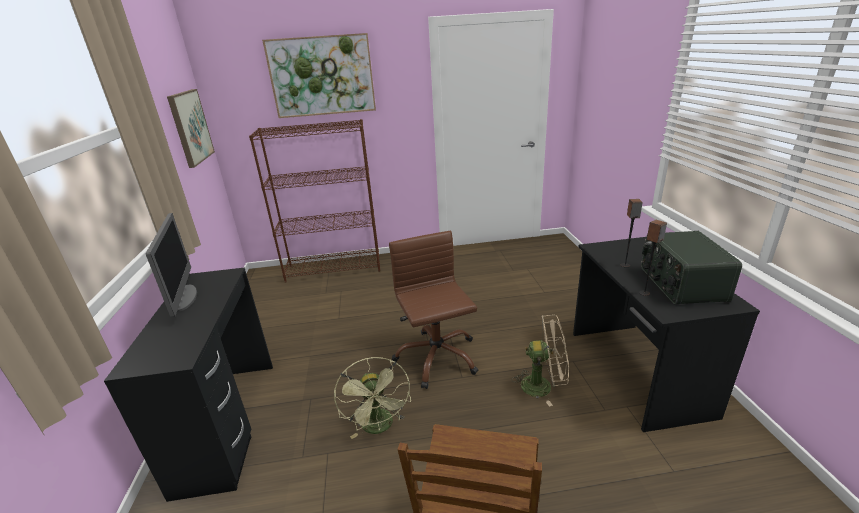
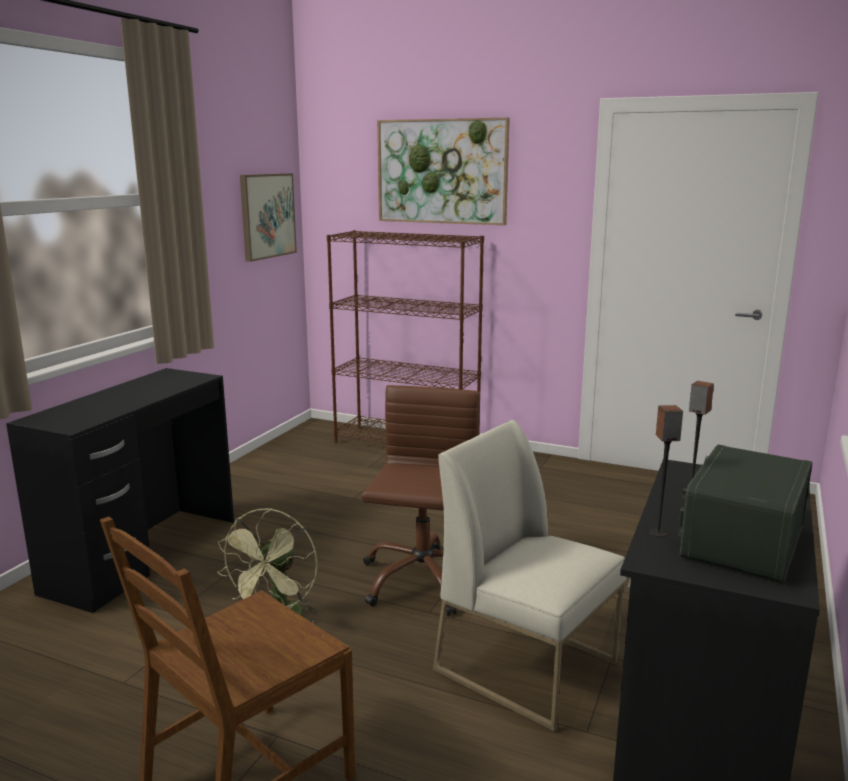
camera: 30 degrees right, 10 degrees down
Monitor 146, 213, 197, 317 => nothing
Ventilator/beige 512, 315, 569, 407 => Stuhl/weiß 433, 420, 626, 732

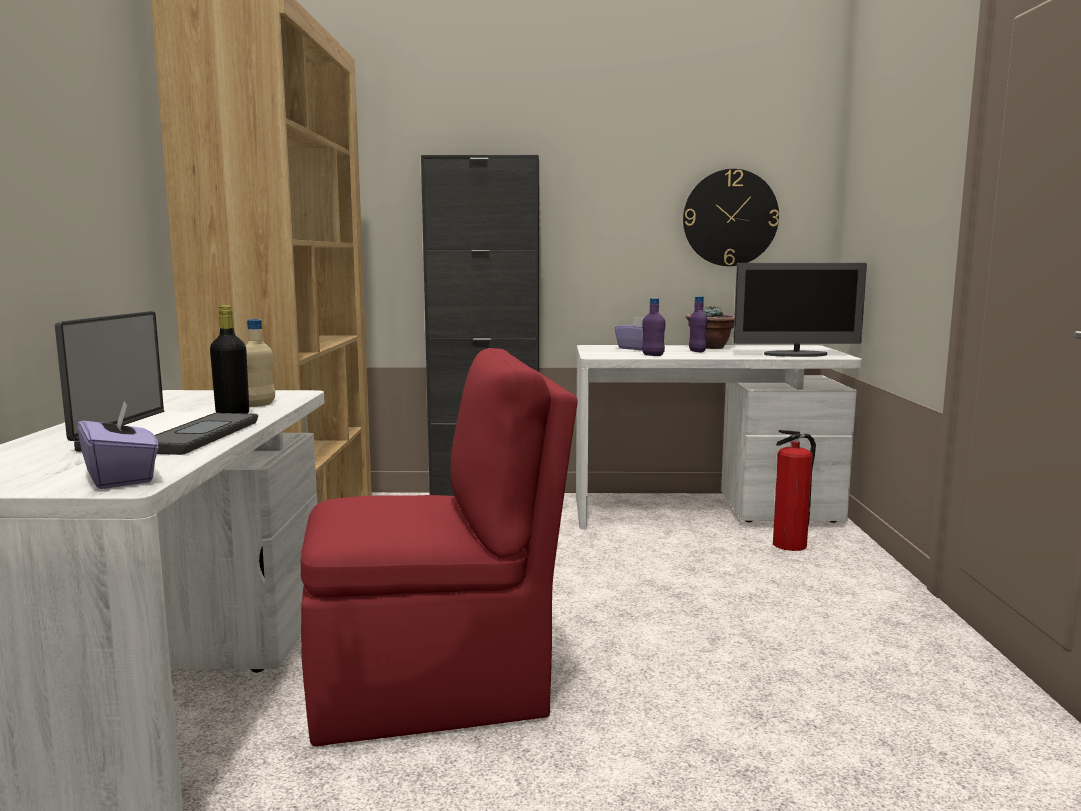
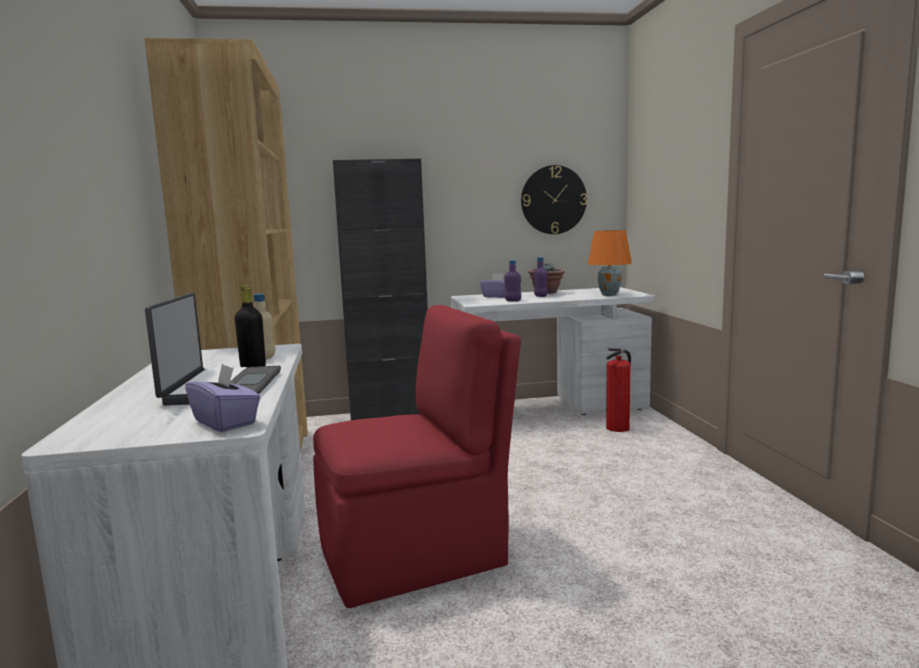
camera: 10 degrees left, 0 degrees up
Monitor 733, 263, 867, 357 => Tischlampe/orange 588, 230, 632, 296

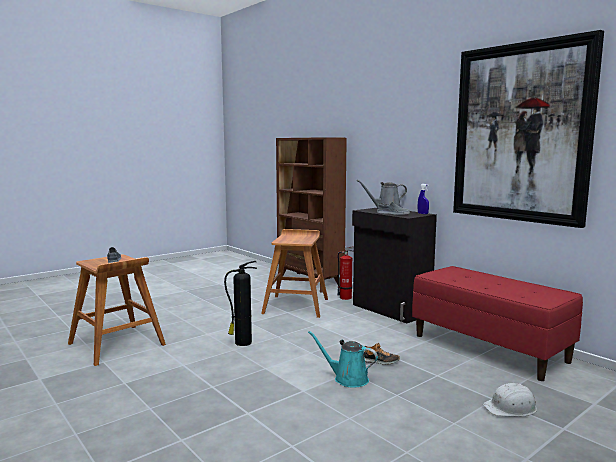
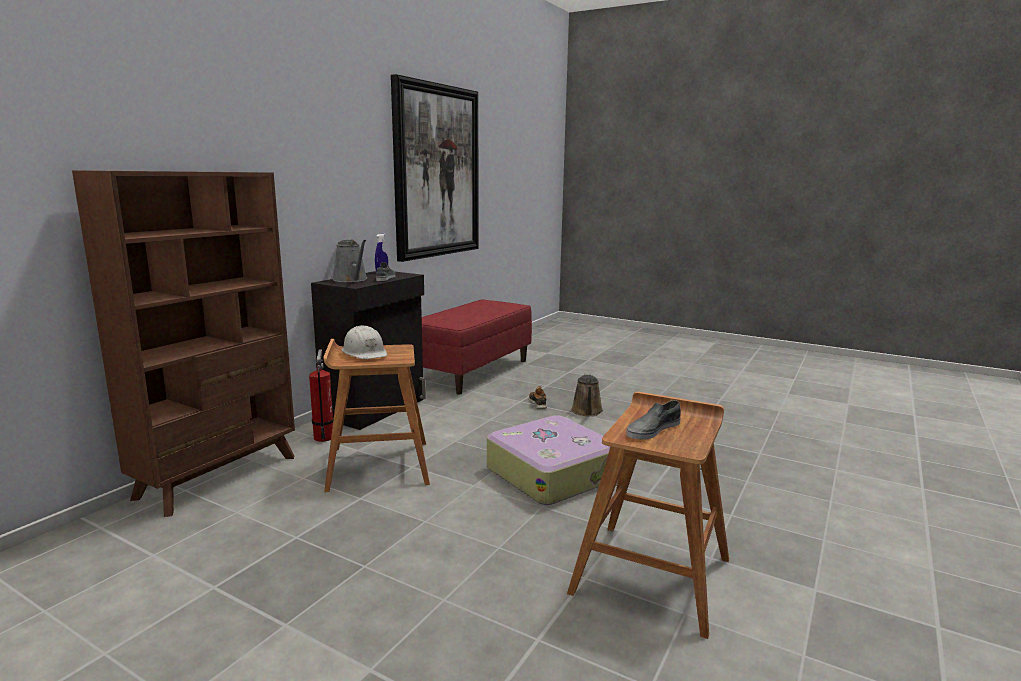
camera: 110 degrees left, 5 degrees up
Schutzhelm/weiß 483, 383, 537, 417 => Schutzhelm/weiß 342, 325, 387, 359, move
Feuerlöscher 224, 261, 257, 346 => Koffer 487, 415, 610, 505
Gießkanne/türkis 308, 331, 378, 388 => Gießkanne/braun 571, 373, 603, 416

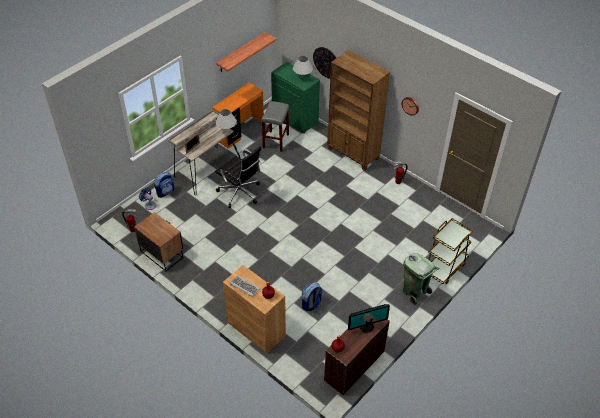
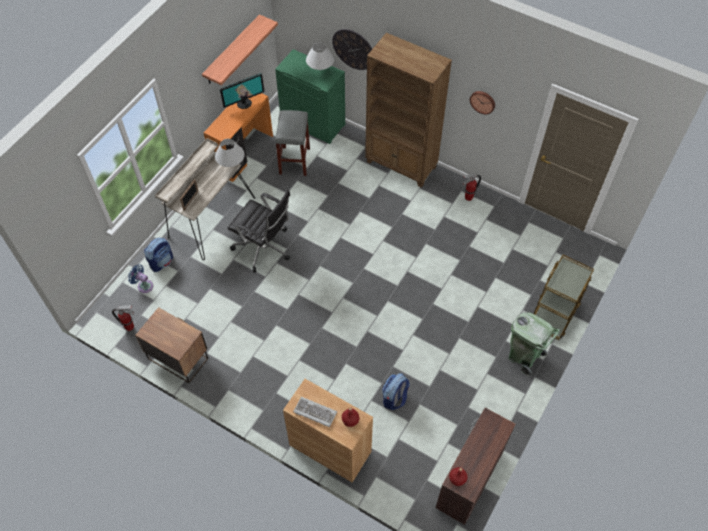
camera: 10 degrees left, 10 degrees up
Monitor 348, 304, 390, 333 => Monitor 220, 73, 265, 109, move

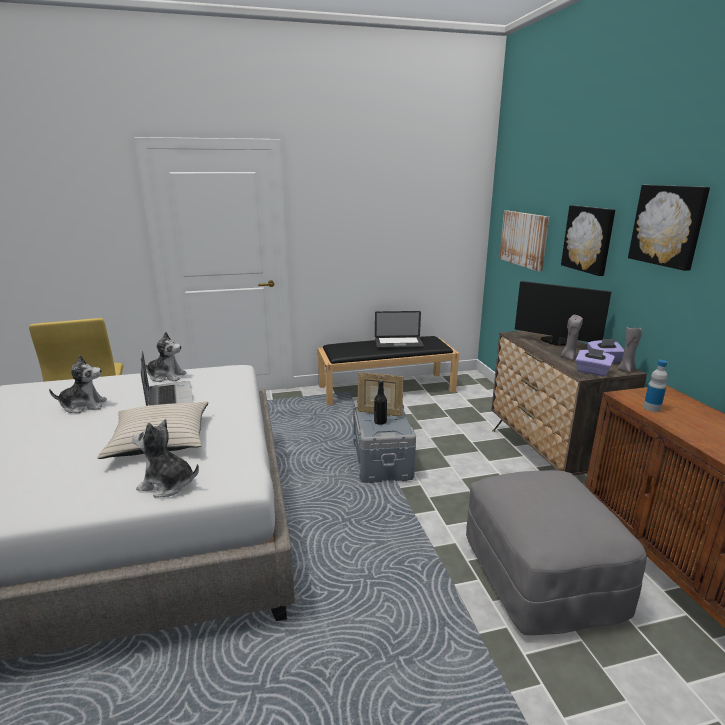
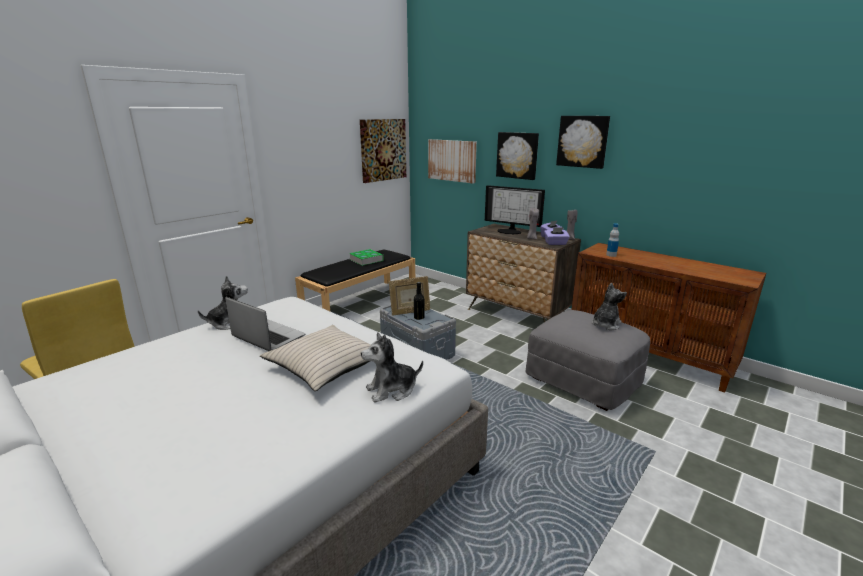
camera: 35 degrees left, 0 degrees up
nothing => Bild 360, 119, 406, 183
Plüschtier 49, 355, 107, 413 => Plüschtier 591, 283, 627, 330, move
Laptop 375, 311, 424, 349 => Buch 349, 249, 384, 266
Monitor 515, 281, 611, 346 => Monitor 485, 185, 545, 234, 150 degrees counterclockwise

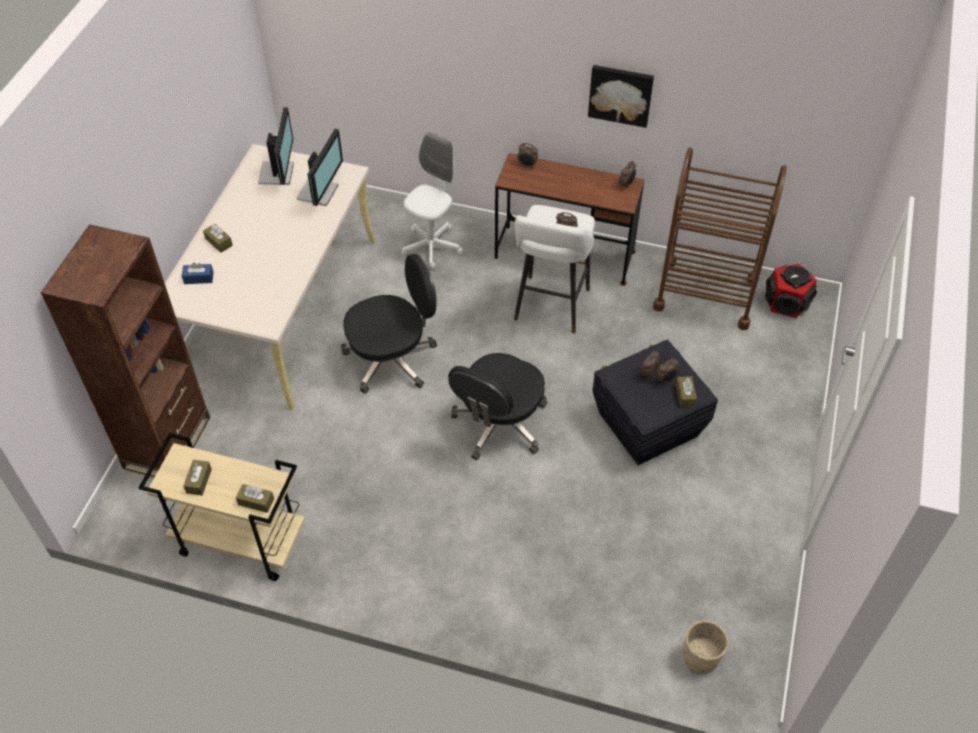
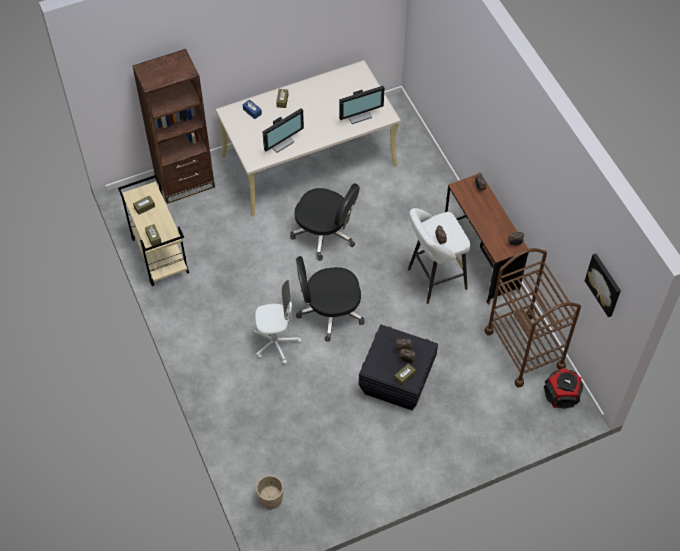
camera: 50 degrees right, 5 degrees up
Monitor 258, 107, 294, 185 => Monitor 262, 108, 304, 153, move
Bürostuhl/weiß 402, 132, 463, 269 => Bürostuhl/weiß 254, 280, 302, 364, move
Bild 588, 65, 654, 128 => Bild 585, 254, 621, 317, move

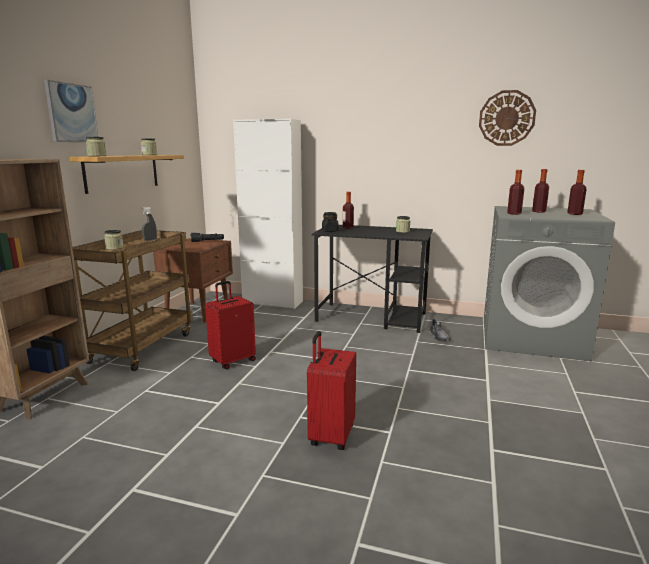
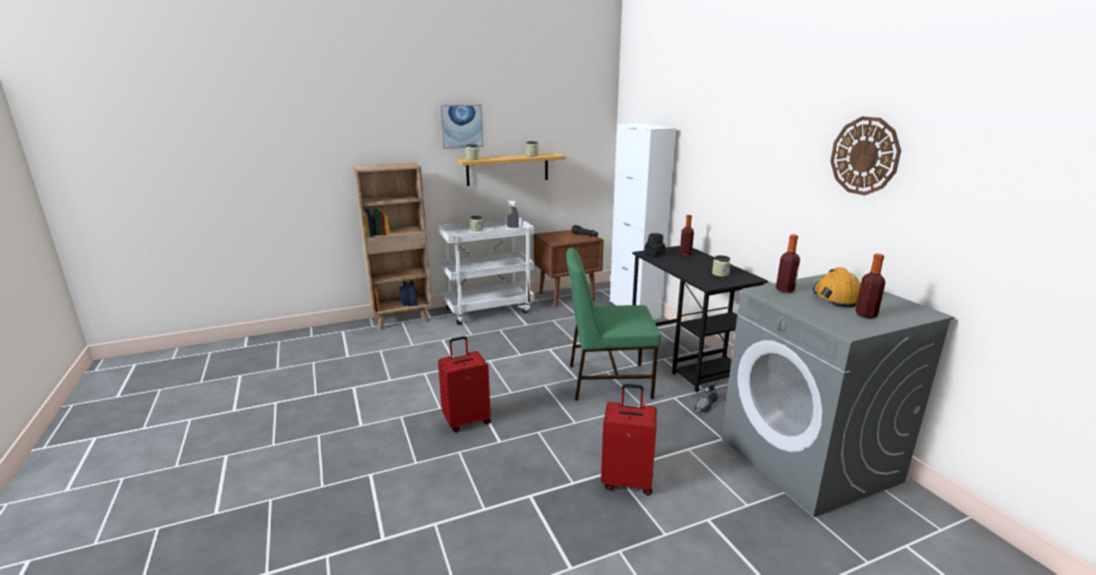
camera: 50 degrees right, 5 degrees up
nothing => Stuhl/grün 566, 248, 661, 401
Koffer/rot 205, 281, 256, 369 => Koffer/rot 601, 384, 657, 495, move
Flasche 532, 169, 549, 213 => Schutzhelm/orange 813, 267, 861, 307
Rollwagen/braun 72, 230, 193, 371 => Rollwagen/weiß 438, 217, 535, 325

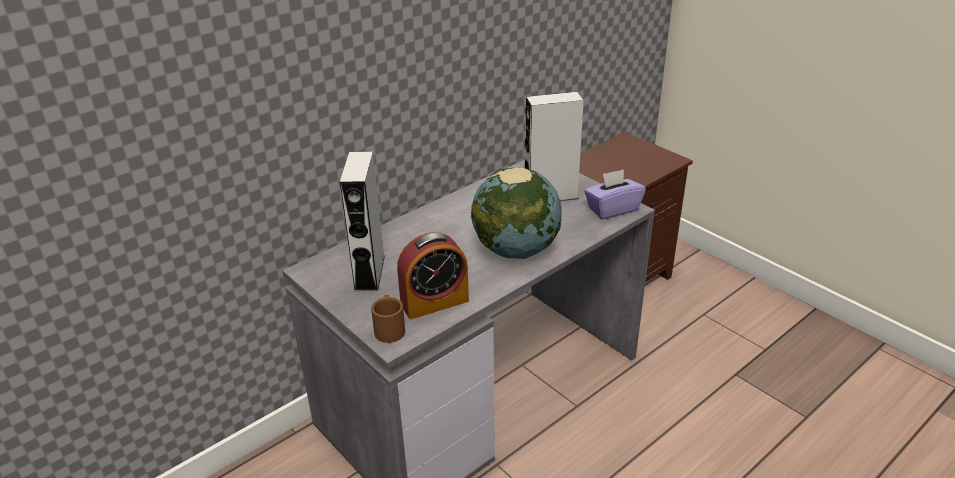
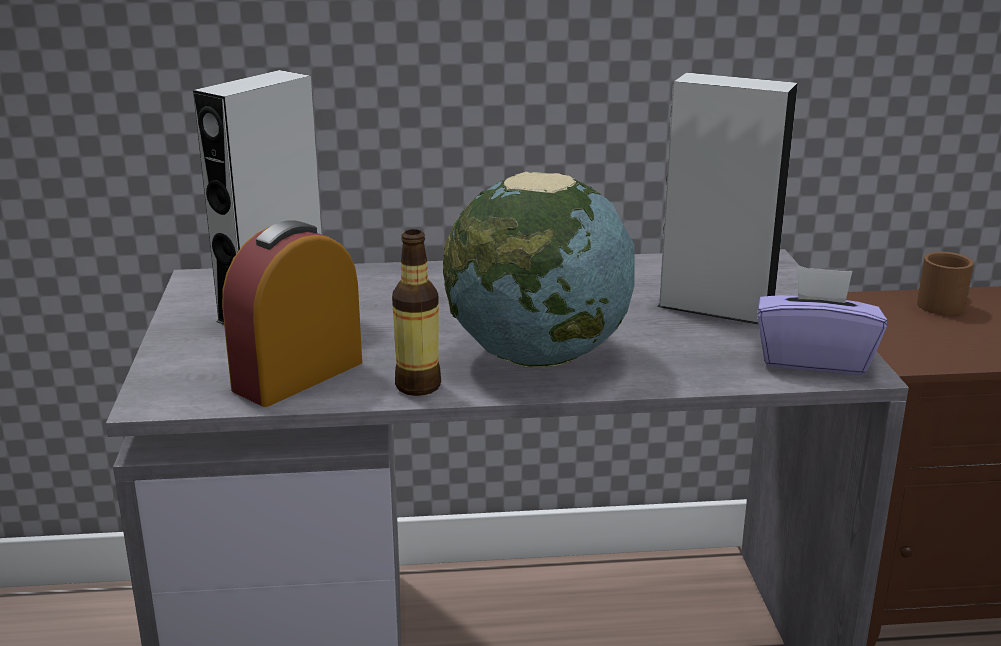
camera: 35 degrees right, 10 degrees down
nothing => Flasche 392, 229, 441, 396
Henkelbecher/braun 371, 295, 405, 343 => Henkelbecher/braun 917, 252, 974, 315, move
Wecker 397, 232, 469, 319 => Wecker 222, 220, 362, 407, 120 degrees clockwise

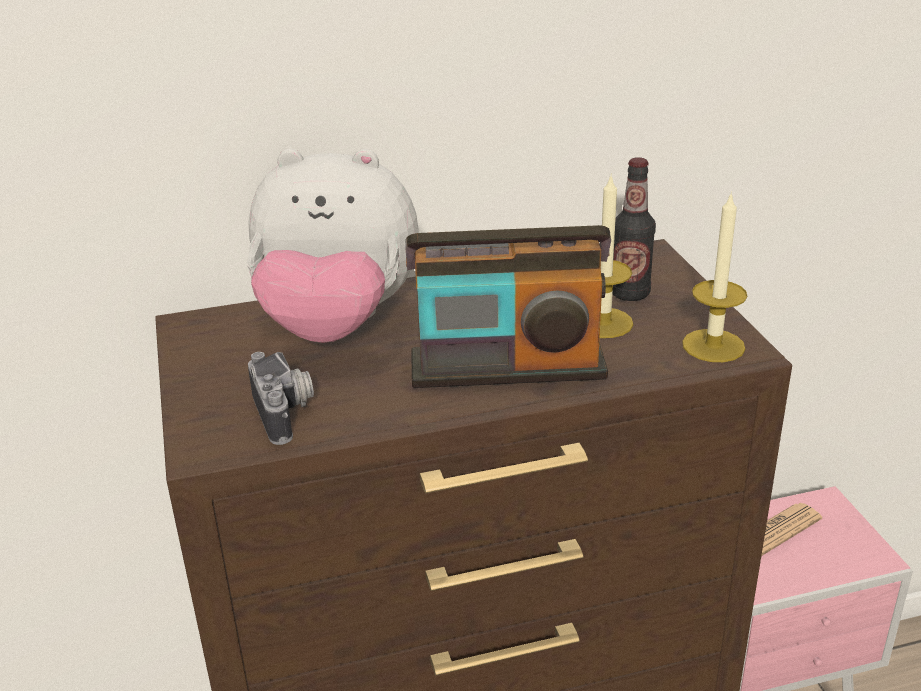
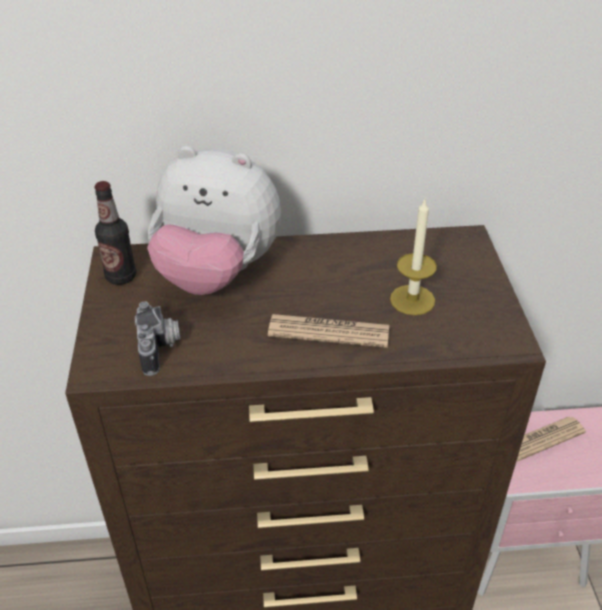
camera: 10 degrees right, 10 degrees up
Kerze 682, 192, 747, 362 => nothing
Flasche 613, 157, 656, 301 => Flasche 95, 181, 136, 285, move
Radio 405, 225, 611, 388 => Zeitung 268, 314, 389, 348

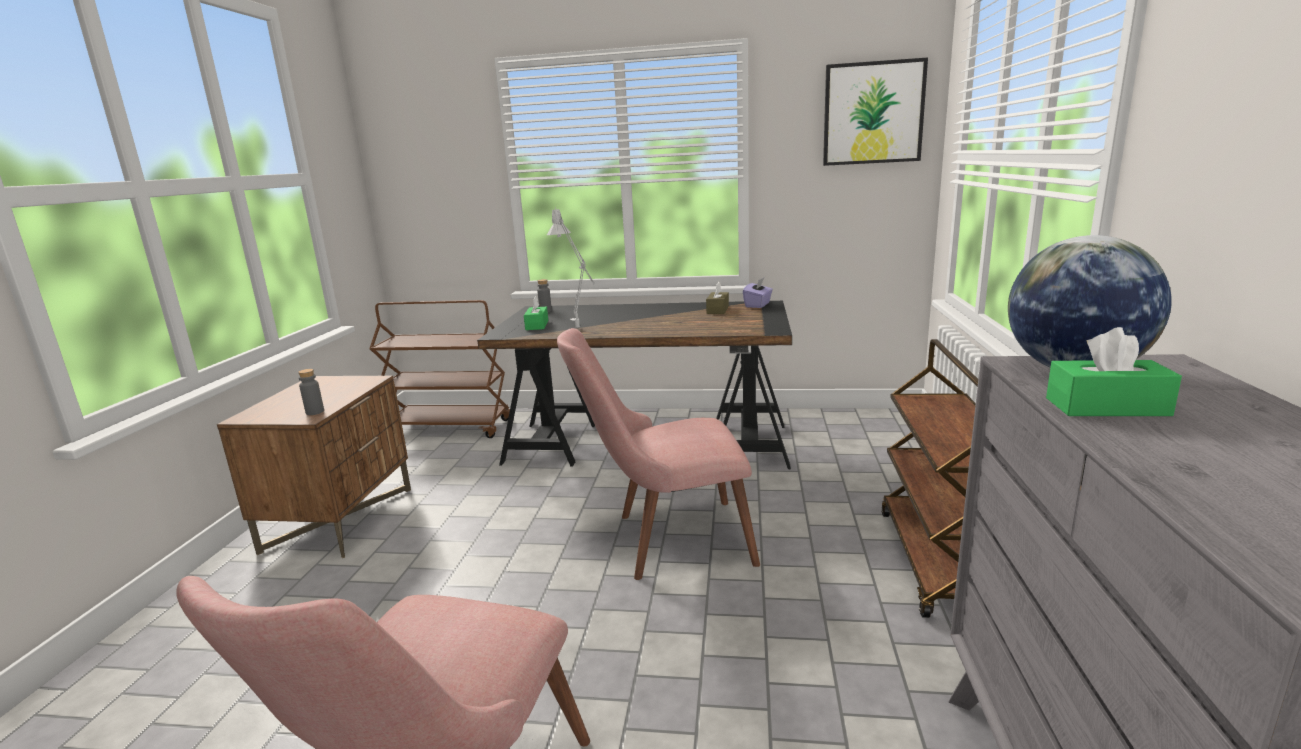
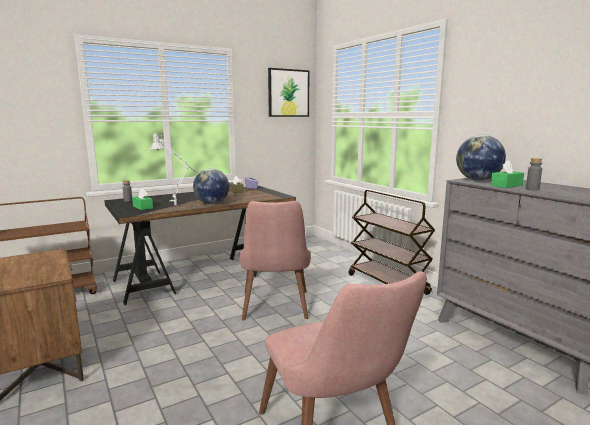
camera: 40 degrees left, 5 degrees down
nothing => Globus 193, 168, 229, 204
Flasche/grau 298, 369, 324, 415 => Flasche/grau 526, 158, 542, 190, move
Stuhl/rosa 557, 328, 760, 580 => Stuhl/rosa 239, 201, 311, 320, 45 degrees counterclockwise

